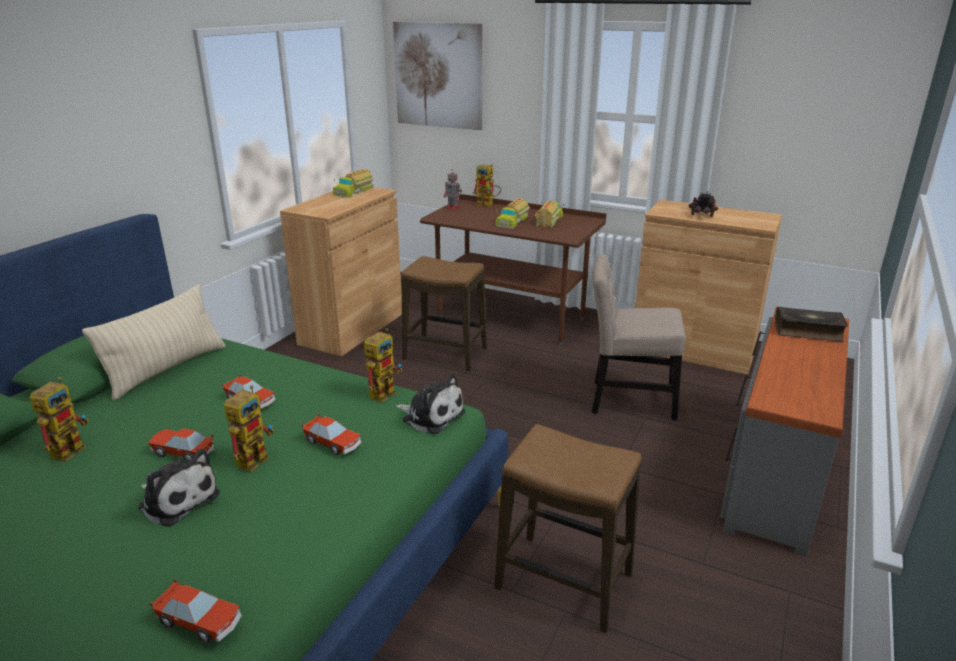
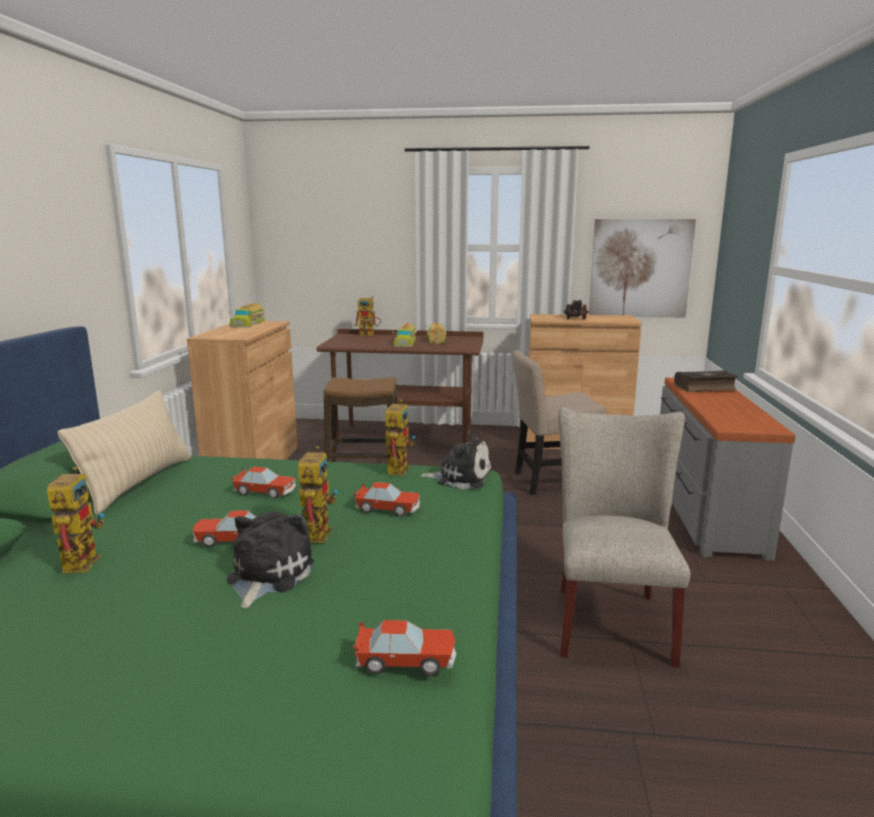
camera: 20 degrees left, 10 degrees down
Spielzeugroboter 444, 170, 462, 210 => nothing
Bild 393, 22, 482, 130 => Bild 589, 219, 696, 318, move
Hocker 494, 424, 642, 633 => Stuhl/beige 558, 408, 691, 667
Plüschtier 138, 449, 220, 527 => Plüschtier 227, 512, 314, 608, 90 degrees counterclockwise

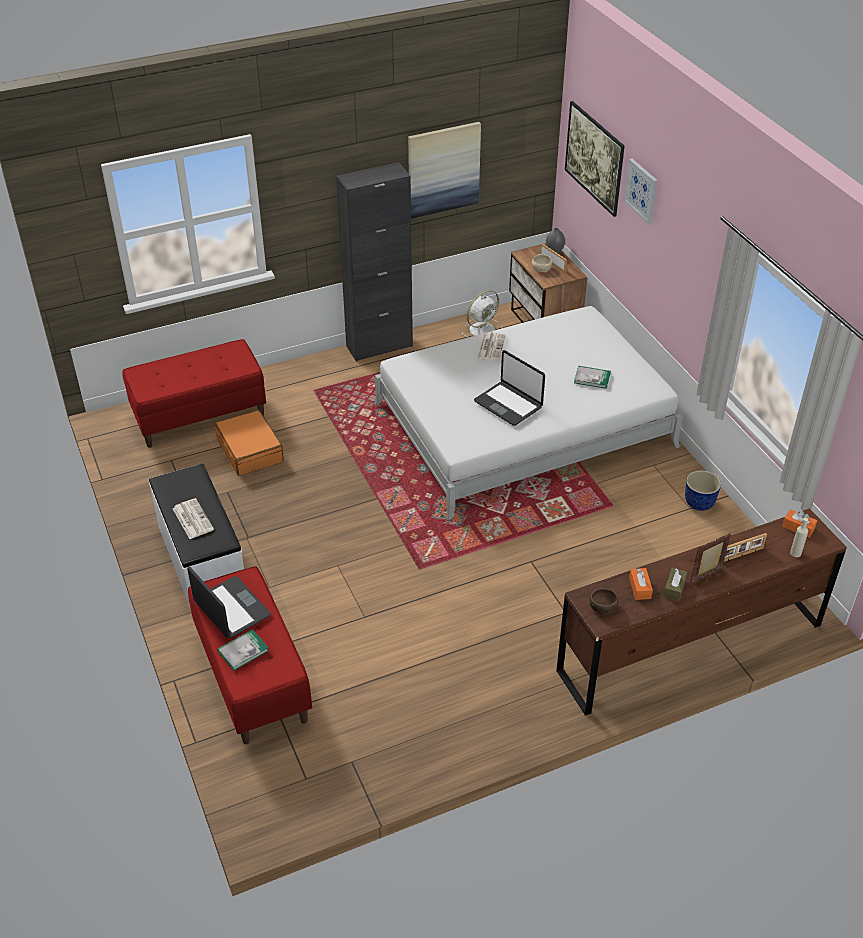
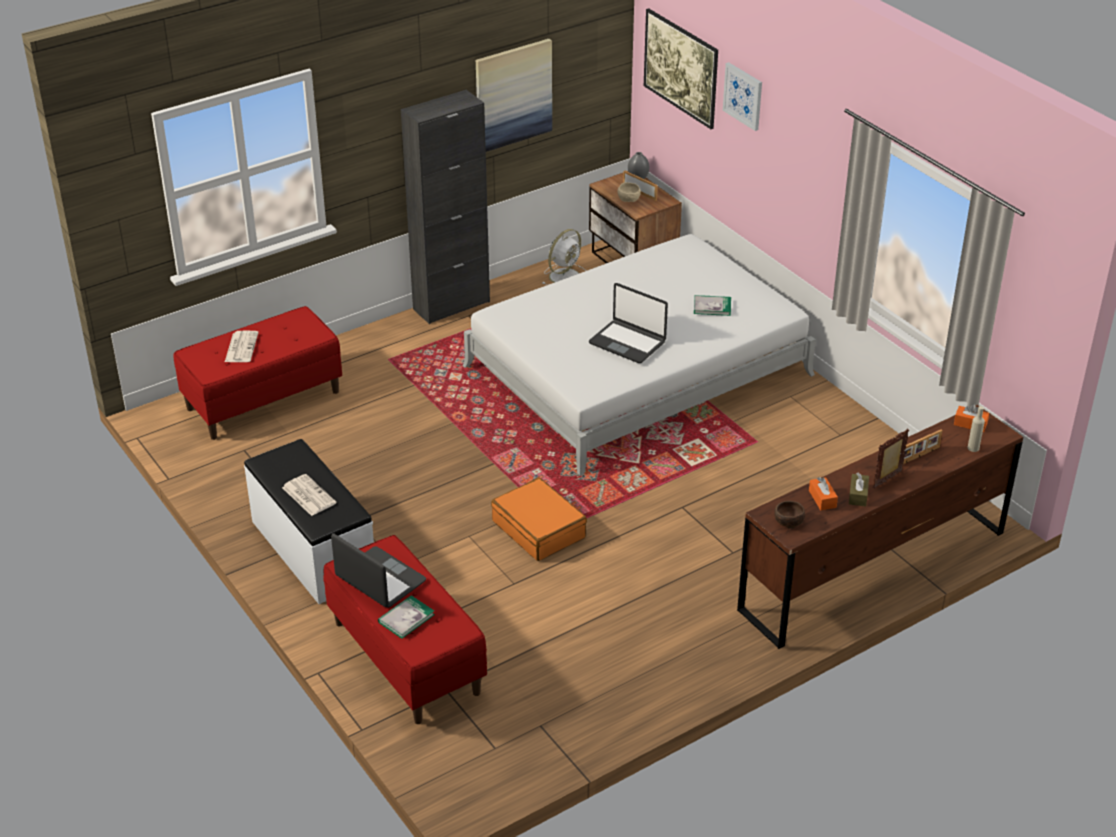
camera: 10 degrees left, 5 degrees down
Pflanzkübel 685, 470, 721, 511 => nothing
Koffer/orange 214, 410, 284, 476 => Koffer/orange 491, 478, 587, 561, move
Zeitung 477, 332, 506, 361 => Zeitung 225, 330, 259, 362, move

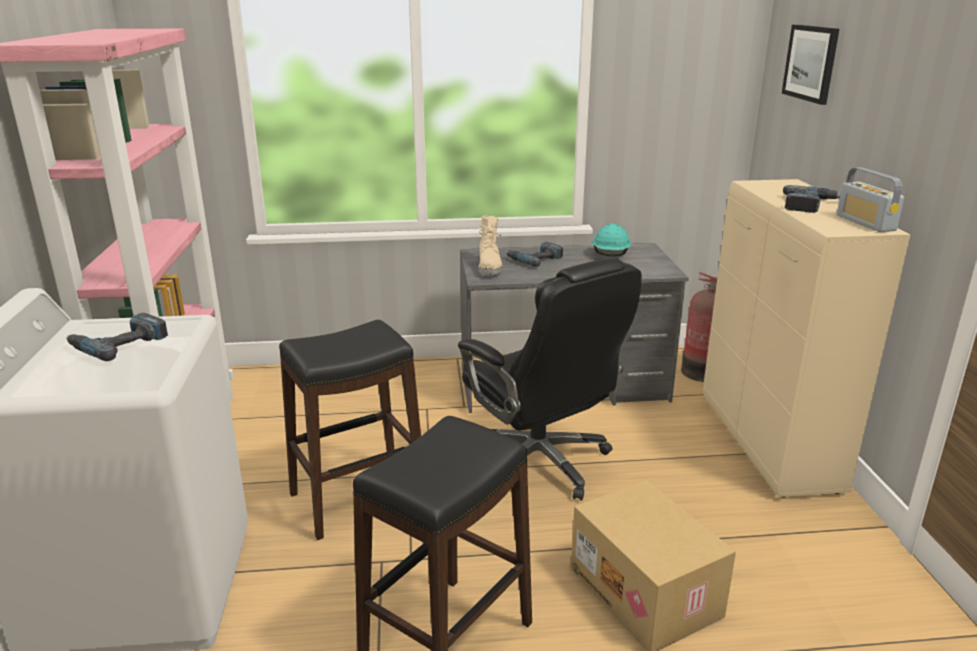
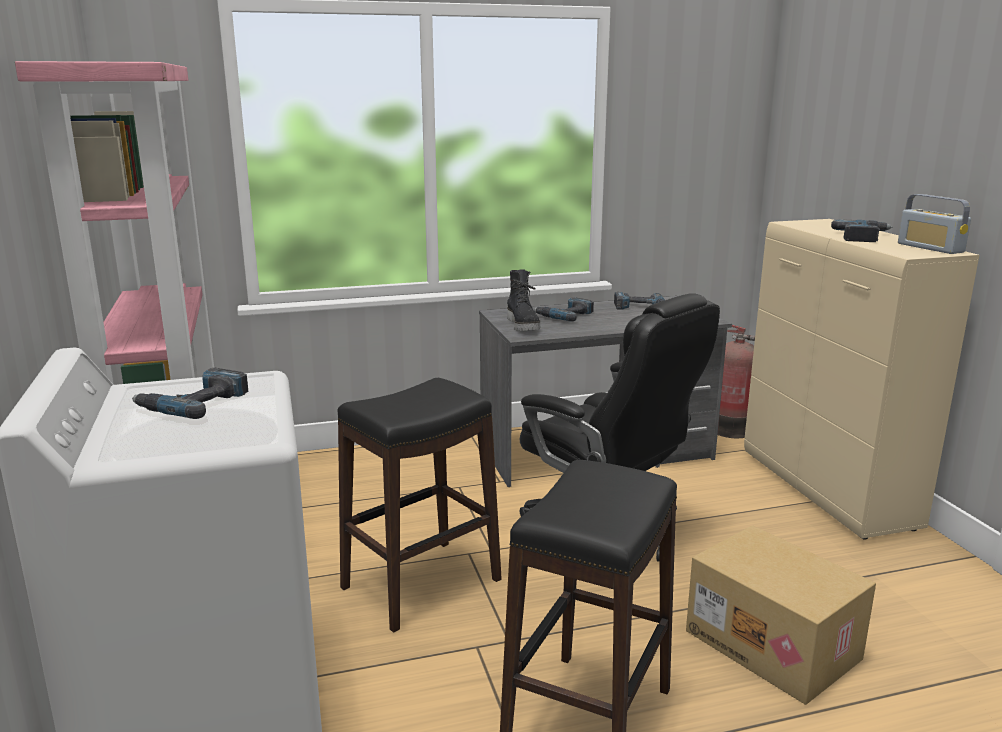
camera: 10 degrees left, 5 degrees down
Bild 782, 25, 839, 105 => nothing
Schutzhelm/türkis 592, 224, 632, 257 => Bohrmaschine 614, 292, 665, 310
Stiefel/beige 479, 215, 503, 275 => Stiefel/schwarz 507, 269, 540, 331

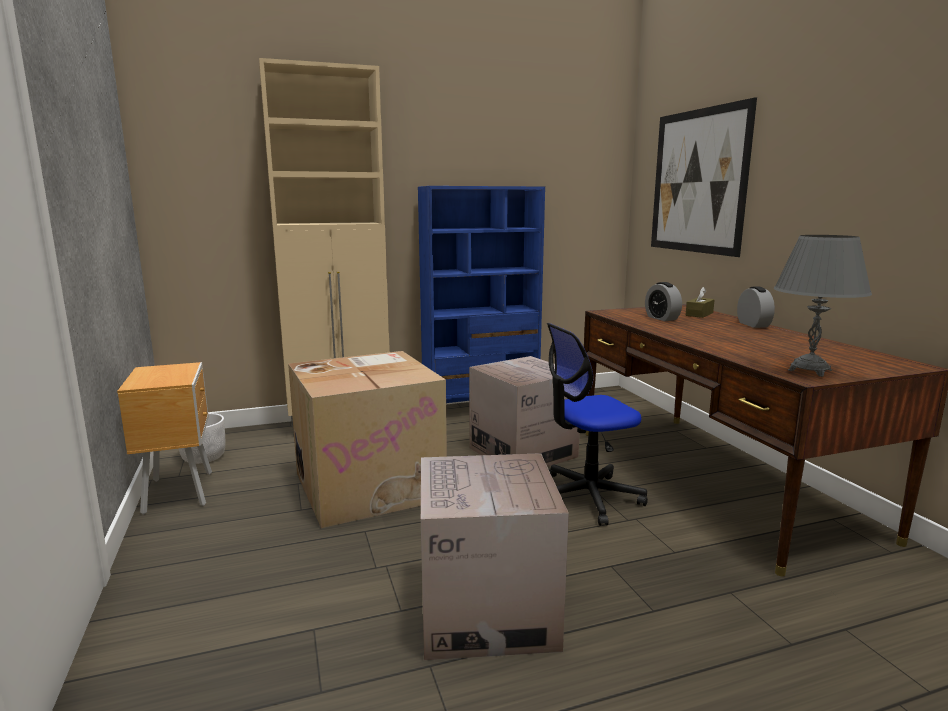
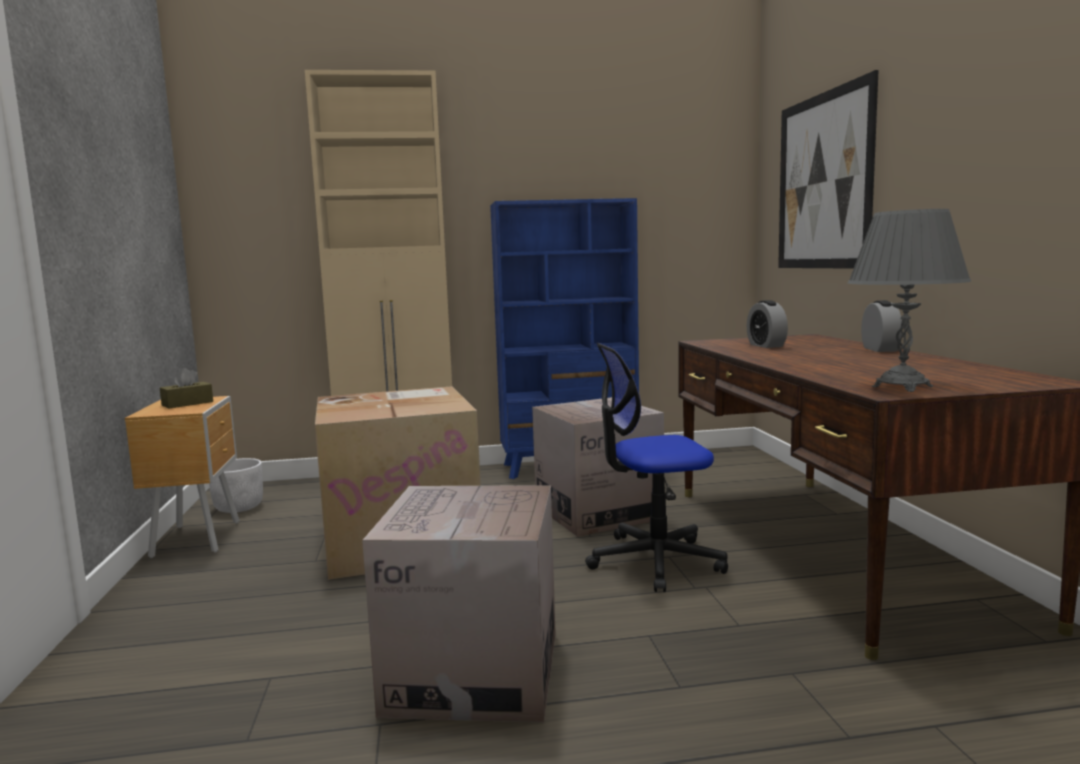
camera: 10 degrees right, 5 degrees down
Taschentuchbox/braun 686, 287, 715, 318 => Taschentuchbox/braun 160, 368, 213, 408, move

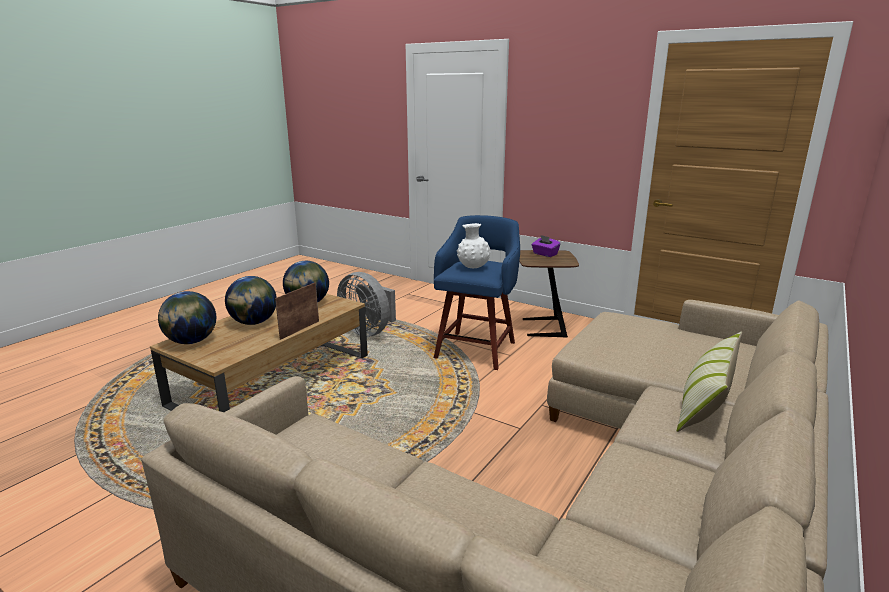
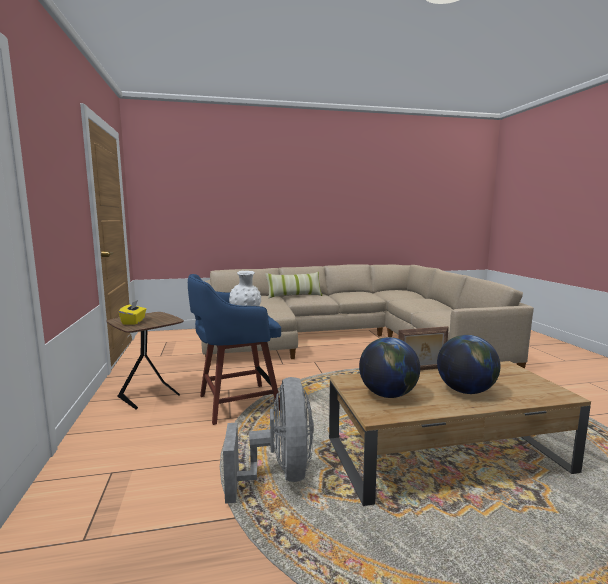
camera: 135 degrees left, 10 degrees down
Globus 158, 291, 216, 344 => nothing
Taschentuchbox/lila 532, 235, 561, 257 => Taschentuchbox/gelb 119, 300, 146, 325

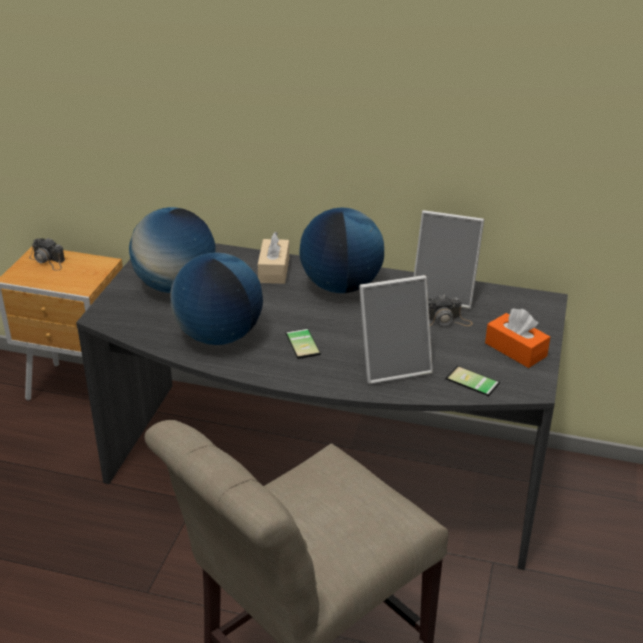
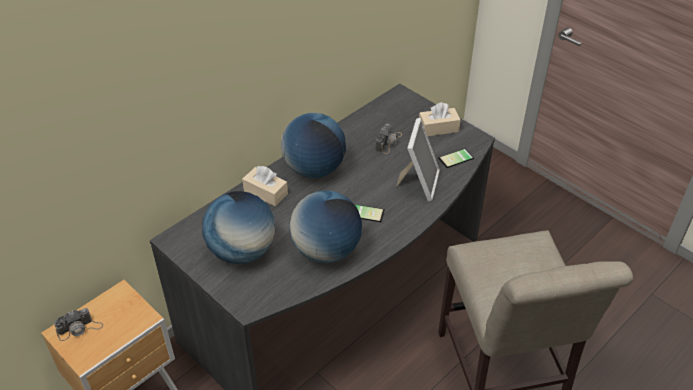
camera: 60 degrees left, 10 degrees up
Bilderrahmen 414, 210, 484, 309 => nothing
Taschentuchbox/orange 485, 309, 550, 368 => Taschentuchbox/beige 419, 102, 461, 136

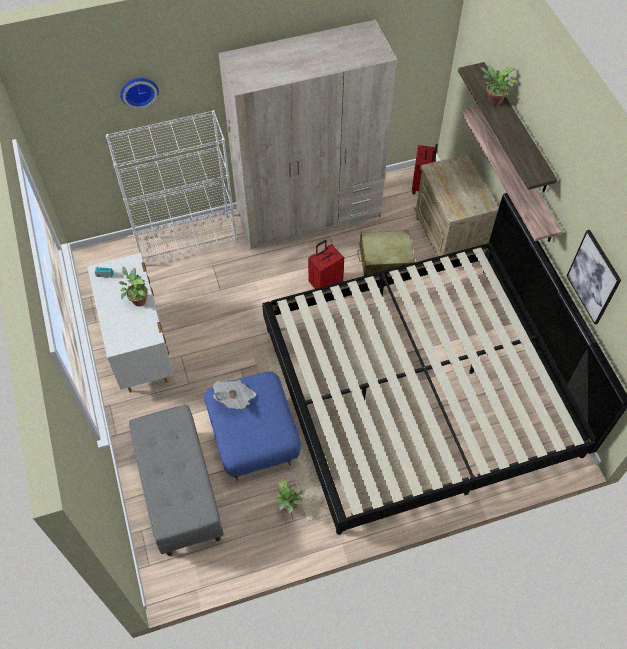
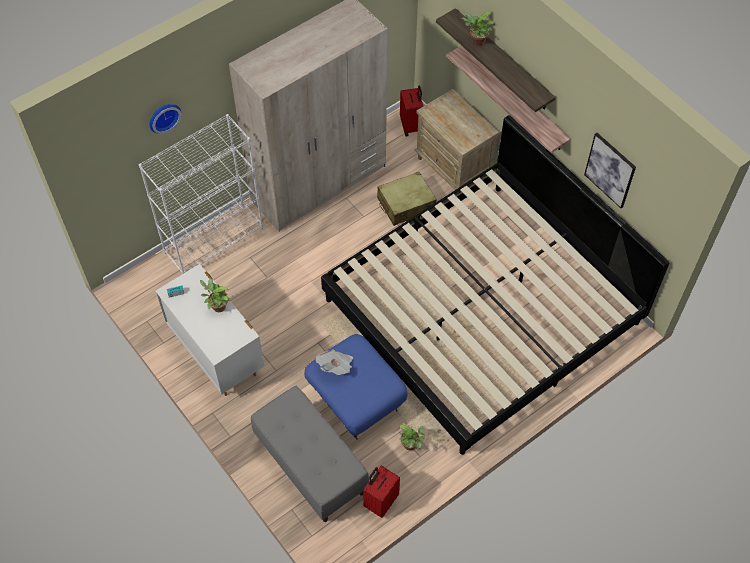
camera: 20 degrees left, 0 degrees up
Koffer/rot 308, 240, 344, 289 => Koffer/rot 363, 465, 400, 518, move

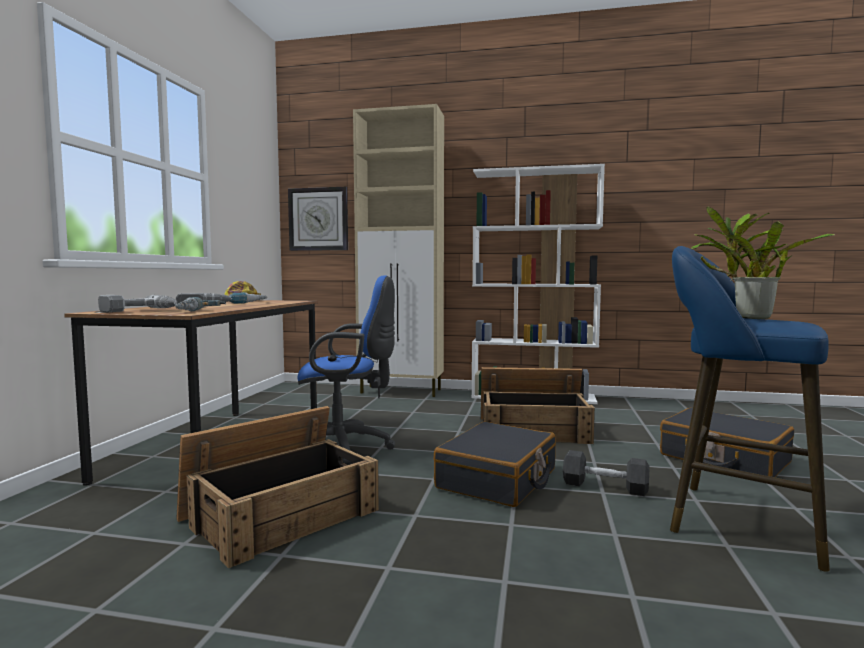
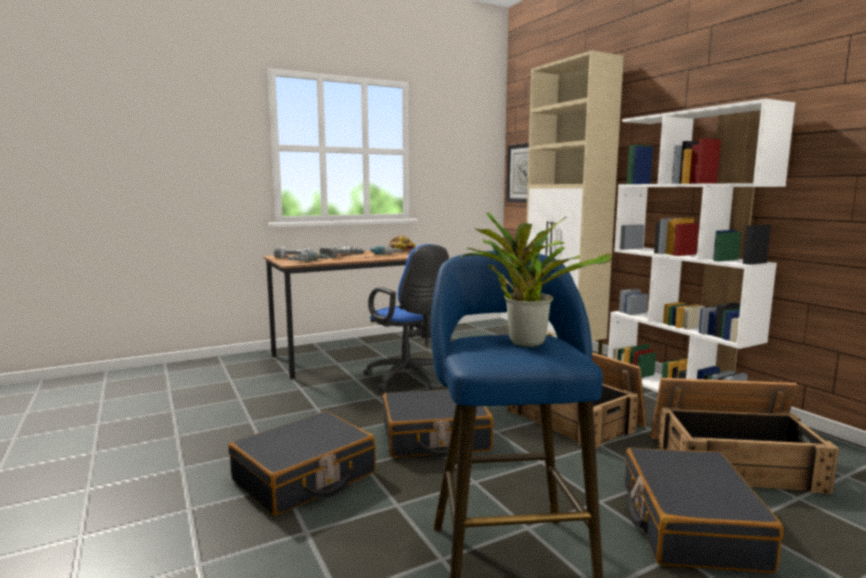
camera: 50 degrees right, 5 degrees up
Hantel/grau 563, 450, 649, 496 => nothing
nothing => Koffer/schwarz 229, 411, 376, 516
Kiste 176, 406, 379, 568 => Kiste 650, 378, 839, 494, move

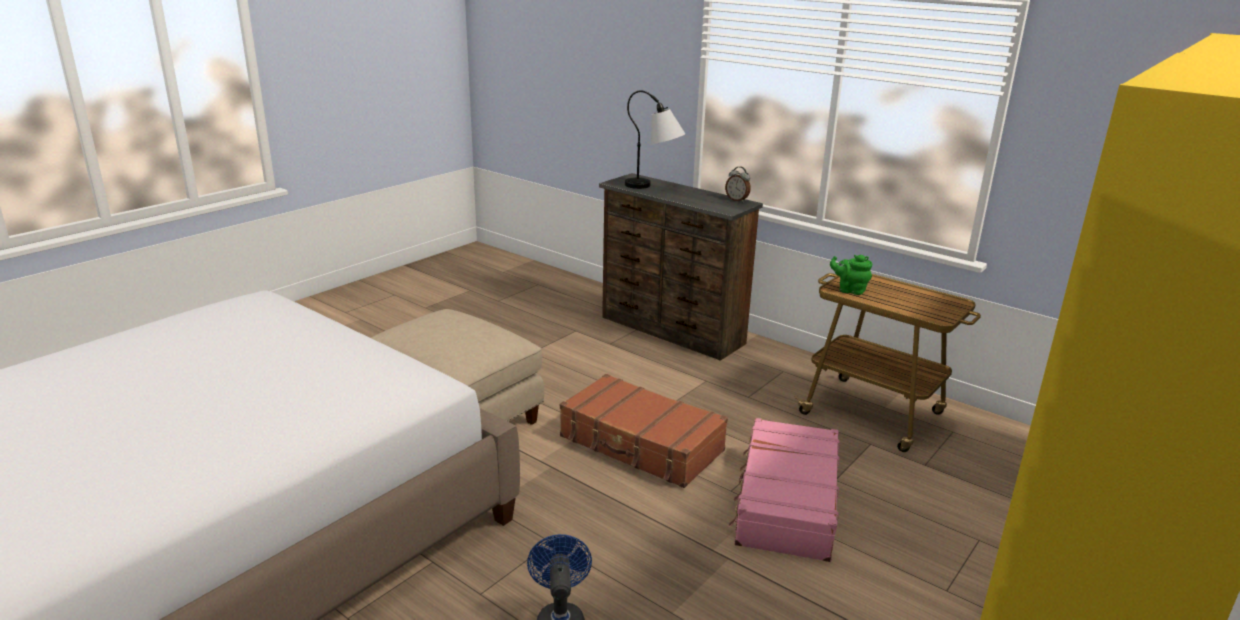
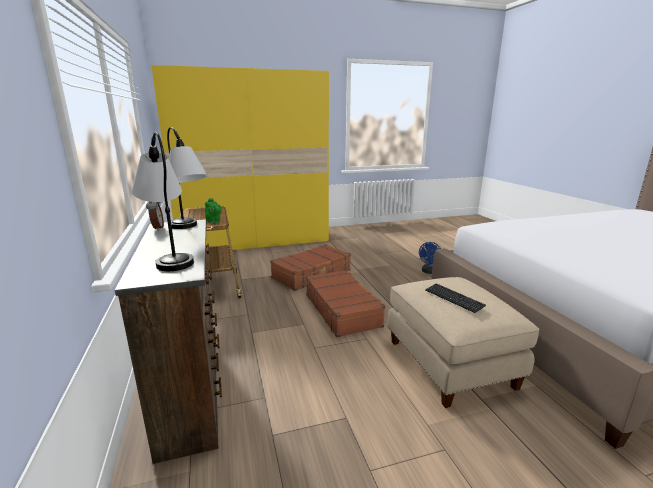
camera: 145 degrees left, 5 degrees down
nothing => Tischlampe 167, 127, 208, 229
nothing => Tastatur 425, 283, 486, 313
Koffer/rosa 729, 418, 840, 562 => Koffer/braun 270, 244, 351, 291

